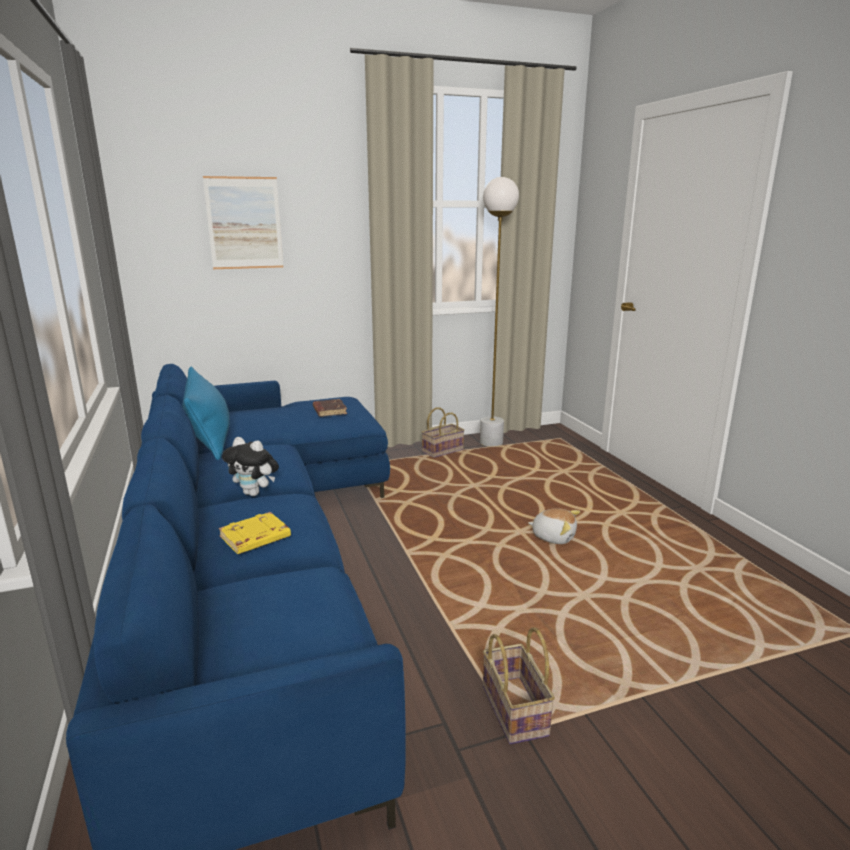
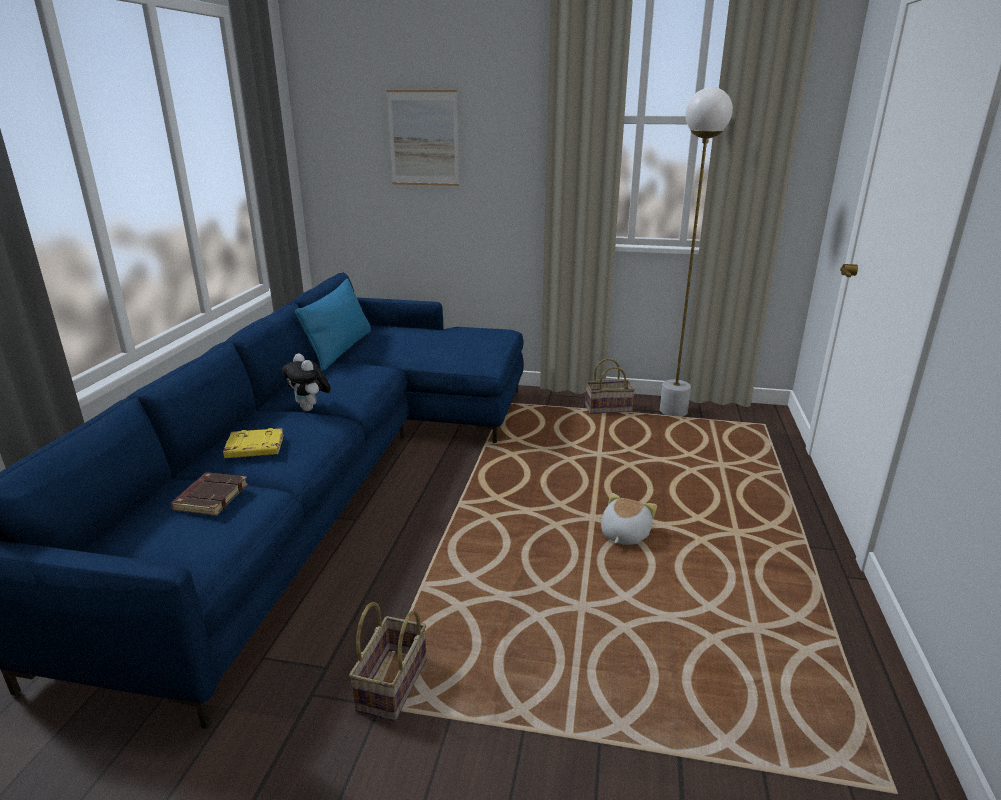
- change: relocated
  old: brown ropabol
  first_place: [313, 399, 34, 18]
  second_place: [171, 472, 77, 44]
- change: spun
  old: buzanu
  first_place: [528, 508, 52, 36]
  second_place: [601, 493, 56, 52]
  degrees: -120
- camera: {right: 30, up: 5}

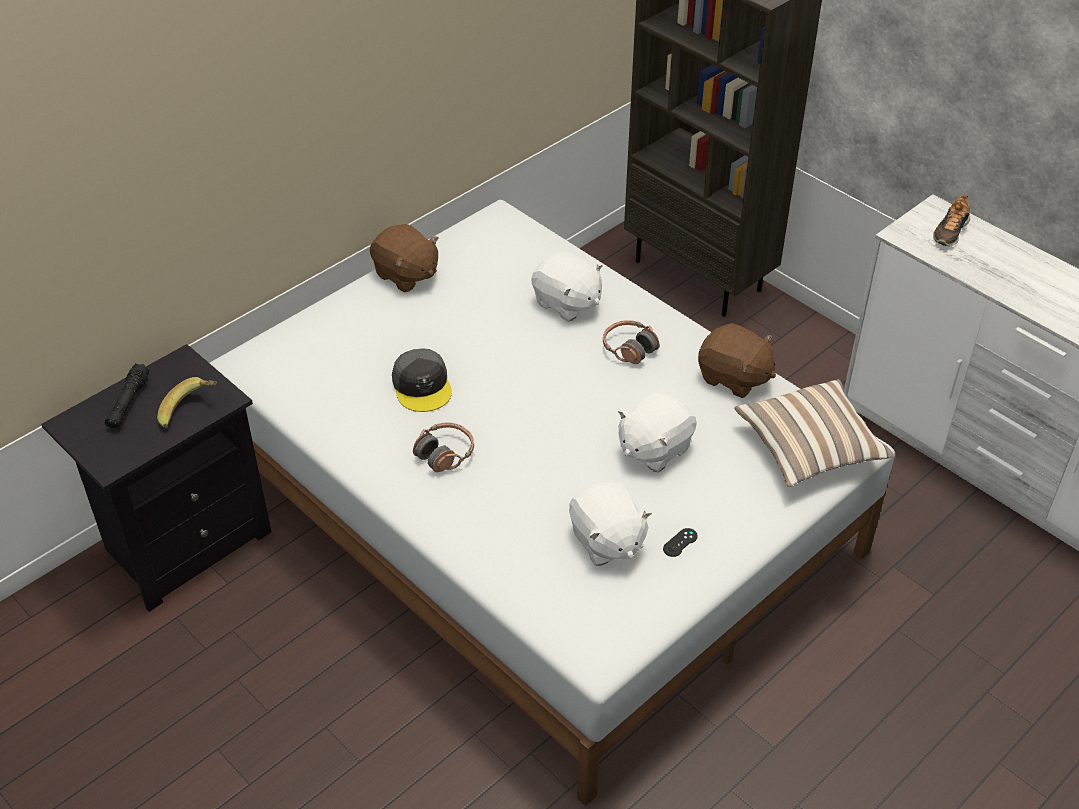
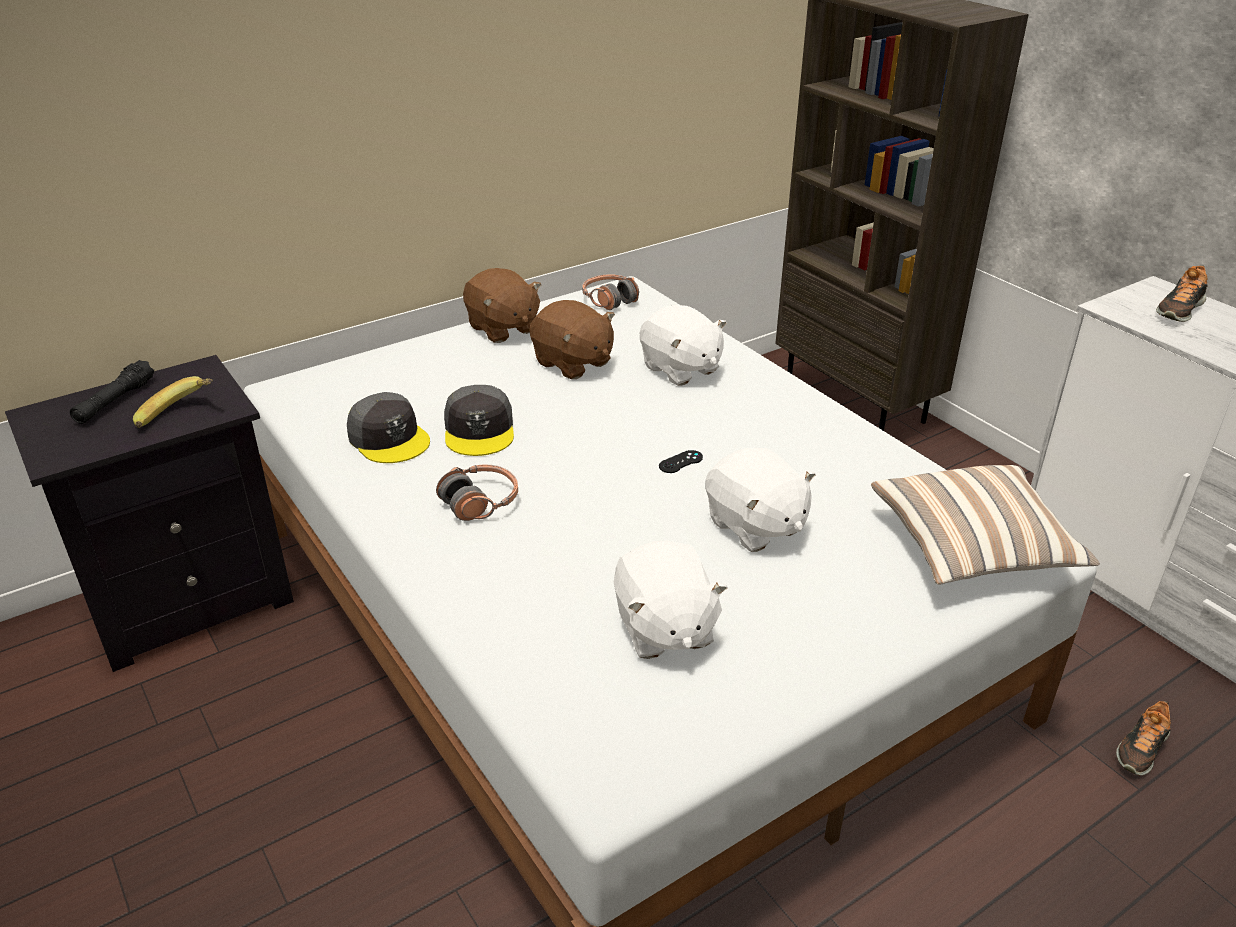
- change: relocated
  old: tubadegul
  first_place: [603, 320, 57, 44]
  second_place: [582, 274, 57, 36]
- change: relocated
  old: brown buzanu
  first_place: [698, 323, 78, 75]
  second_place: [529, 300, 86, 79]
- change: spun
  old: white buzanu
  first_place: [618, 392, 79, 81]
  second_place: [705, 448, 111, 104]
  degrees: -90
- change: relocated
  old: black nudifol
  first_place: [663, 528, 35, 29]
  second_place: [659, 450, 44, 23]
- change: appeared
  new: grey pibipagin
  second_place: [347, 392, 83, 71]
- change: appeared
  new: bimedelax
  second_place: [1116, 701, 55, 74]
- camera: {right: 10, up: -10}

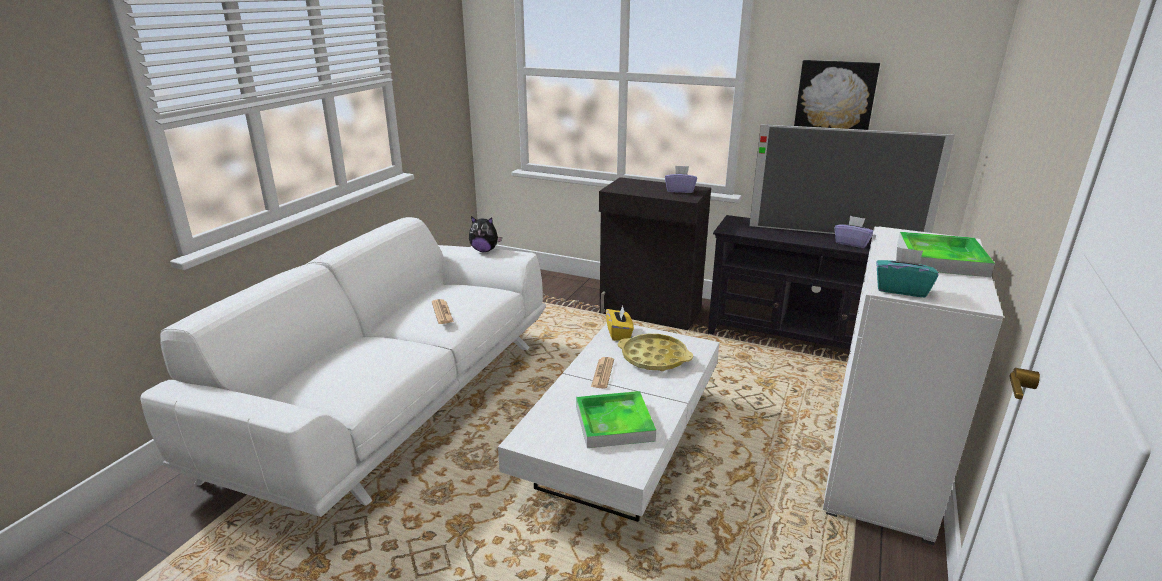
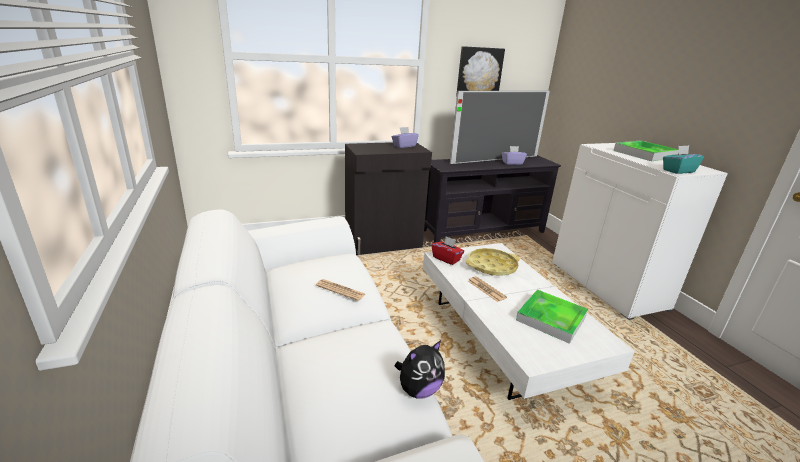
- change: relocated
  old: buzanu
  first_place: [469, 216, 33, 36]
  second_place: [395, 340, 50, 58]
- change: colour
  old: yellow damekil
  new: red damekil
  first_place: [606, 306, 28, 35]
  second_place: [431, 236, 33, 29]
- camera: {right: -45, up: 0}

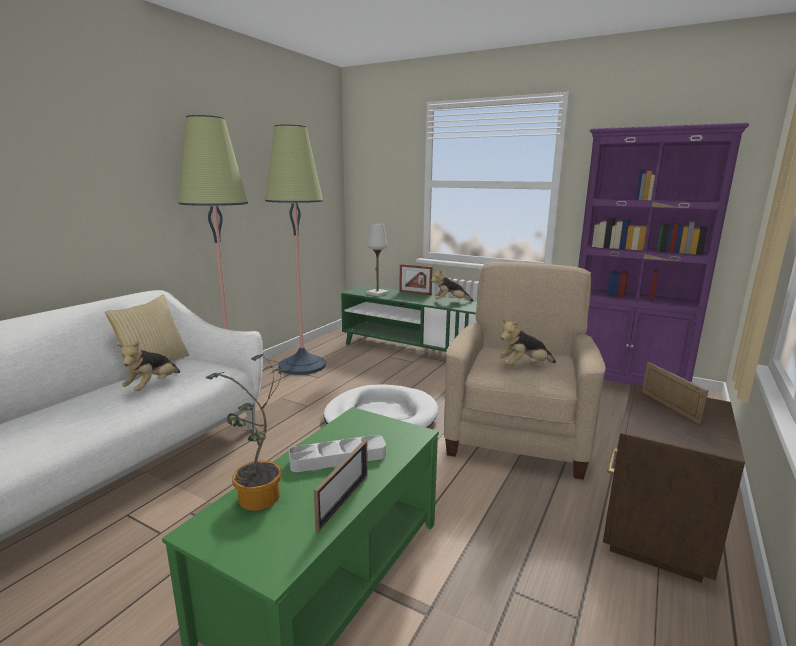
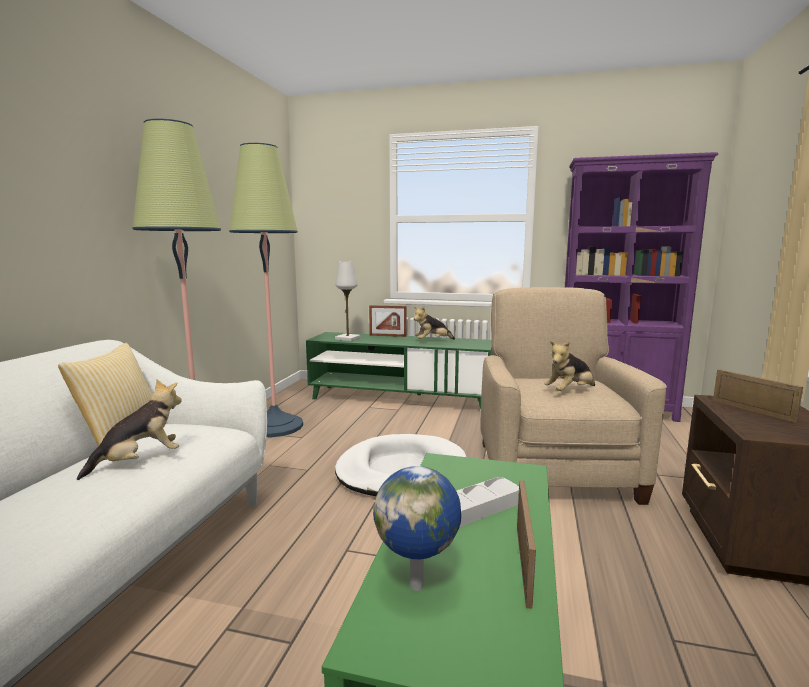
- change: spun
  old: buzanu
  first_place: [117, 341, 63, 50]
  second_place: [77, 380, 105, 100]
  degrees: -135
- change: exchanged
  old: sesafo
  new: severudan
  first_place: [206, 354, 83, 157]
  second_place: [373, 466, 88, 125]
- camera: {right: -15, up: -5}

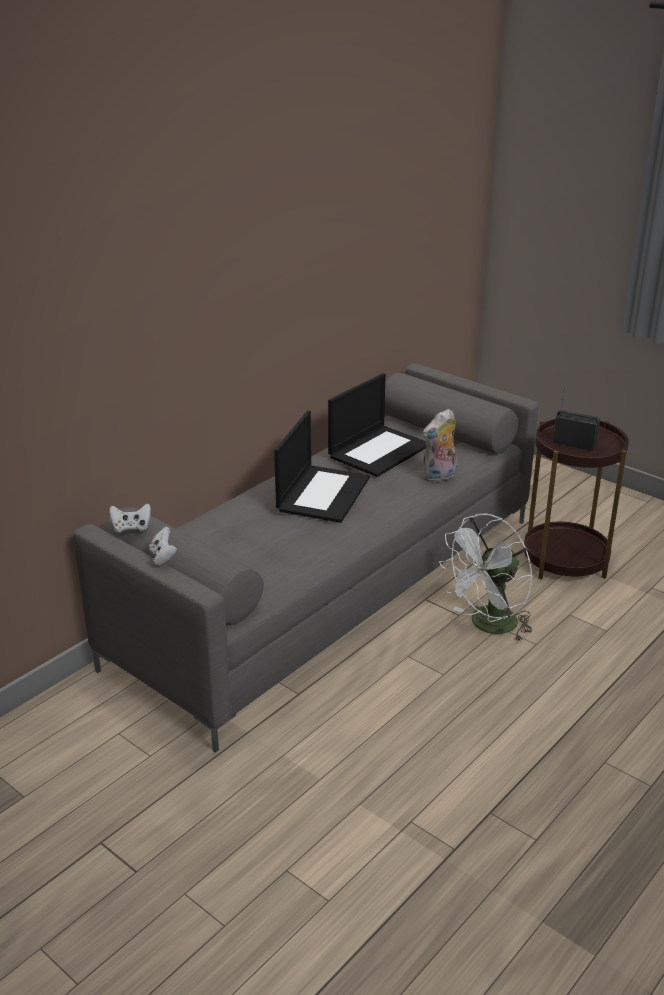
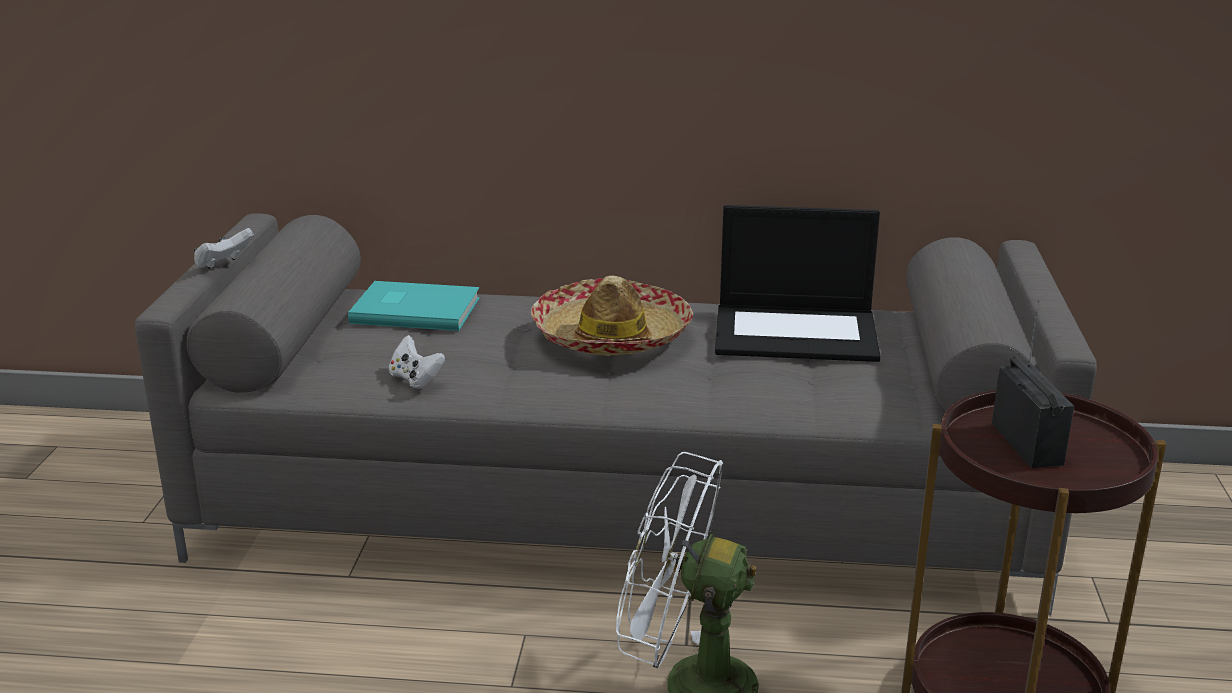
- change: missing
  old: buzanu
  first_place: [423, 409, 34, 74]
- change: exchanged
  old: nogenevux
  new: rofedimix
  first_place: [274, 411, 96, 112]
  second_place: [531, 276, 162, 80]
- change: relocated
  old: white nudifol
  first_place: [109, 503, 42, 29]
  second_place: [389, 335, 56, 54]
- change: appeared
  new: turquoise ropabol
  second_place: [348, 281, 132, 50]
- camera: {right: 55, up: -5}

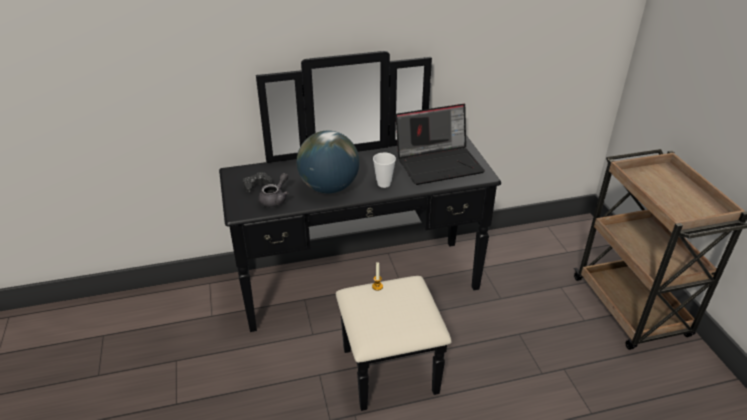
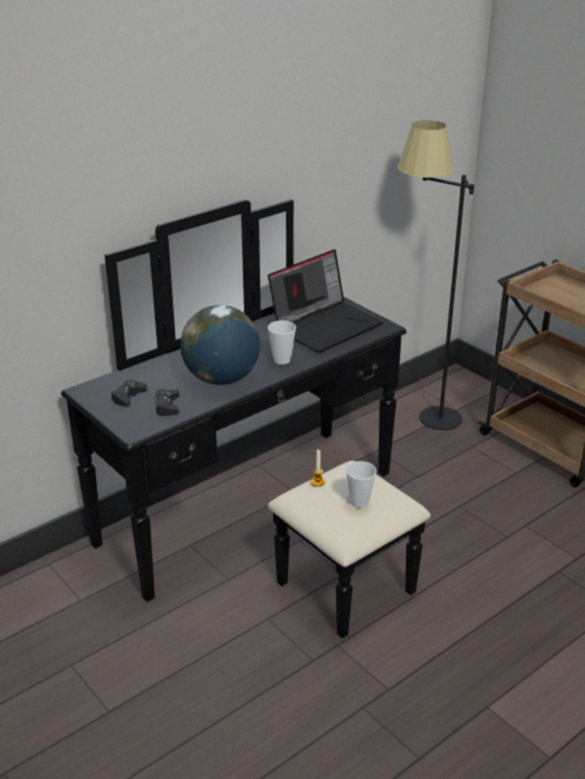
- change: exchanged
  old: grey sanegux
  new: black nudifol
  first_place: [258, 173, 30, 35]
  second_place: [155, 389, 24, 27]
- change: appeared
  new: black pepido
  second_place: [398, 120, 76, 310]
- change: appeared
  new: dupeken
  second_place: [346, 461, 30, 47]
- camera: {right: -25, up: -5}

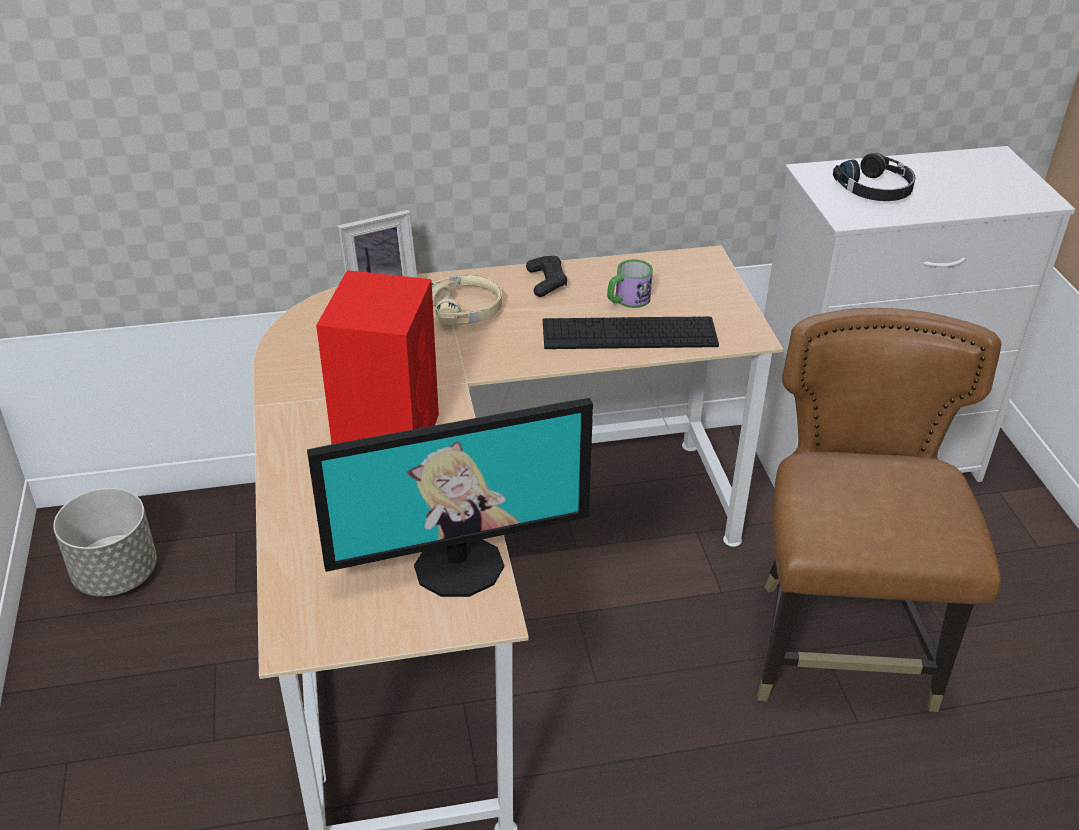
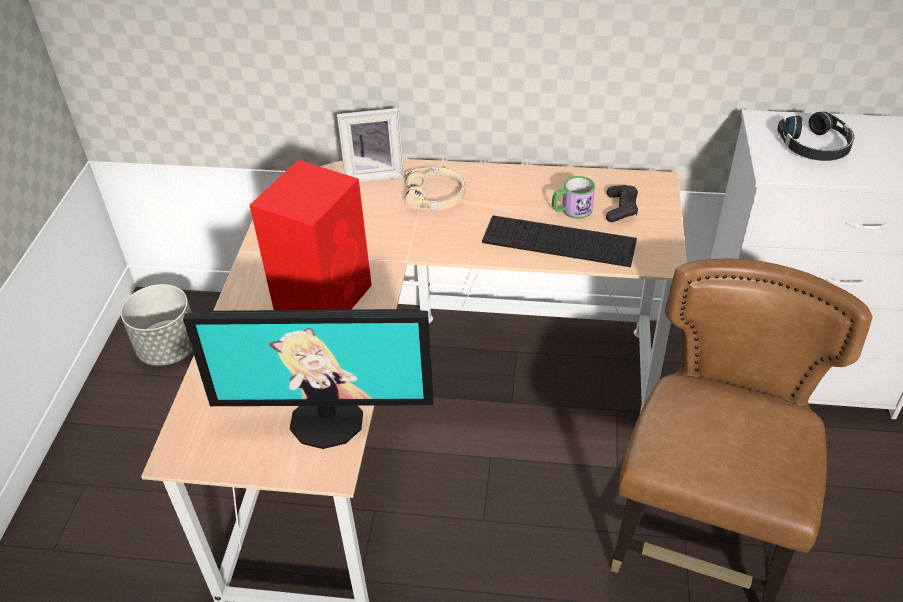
- change: relocated
  old: black nudifol
  first_place: [526, 256, 41, 41]
  second_place: [606, 185, 32, 37]
- camera: {right: 20, up: 5}

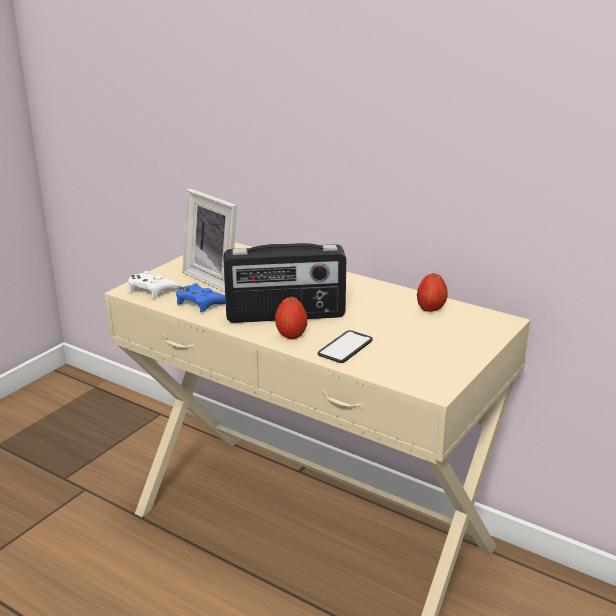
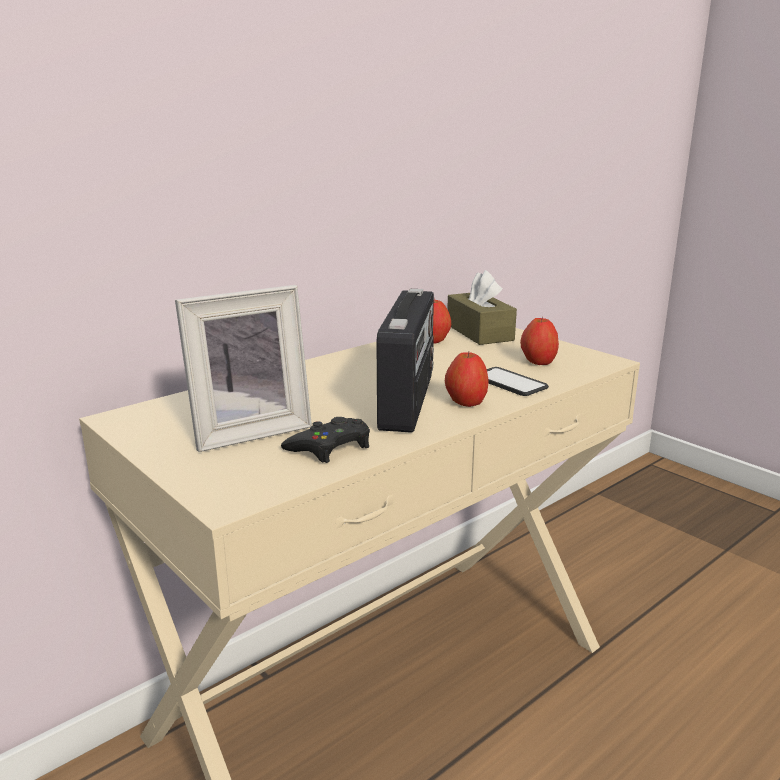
- change: missing
  old: white nudifol
  first_place: [128, 271, 54, 27]
- change: colour
  old: blue nudifol
  new: black nudifol
  first_place: [176, 283, 50, 29]
  second_place: [281, 417, 89, 46]
- change: appeared
  new: brown damekil
  second_place: [447, 270, 70, 75]
- change: appeared
  new: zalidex
  second_place: [520, 317, 39, 48]
- camera: {right: -75, up: -5}

